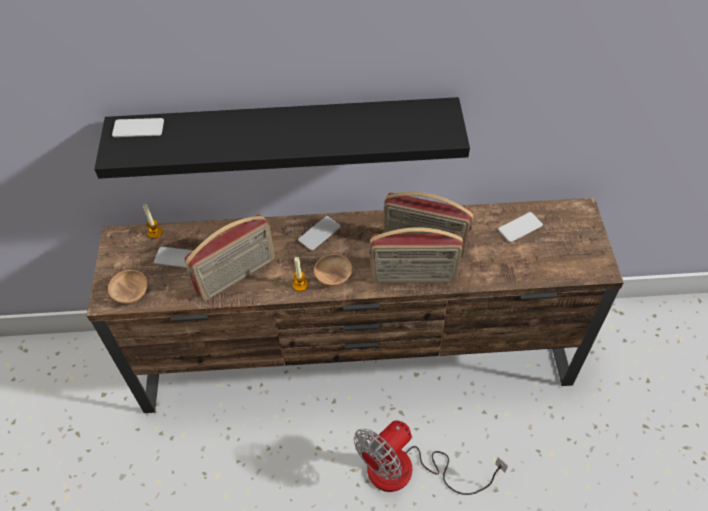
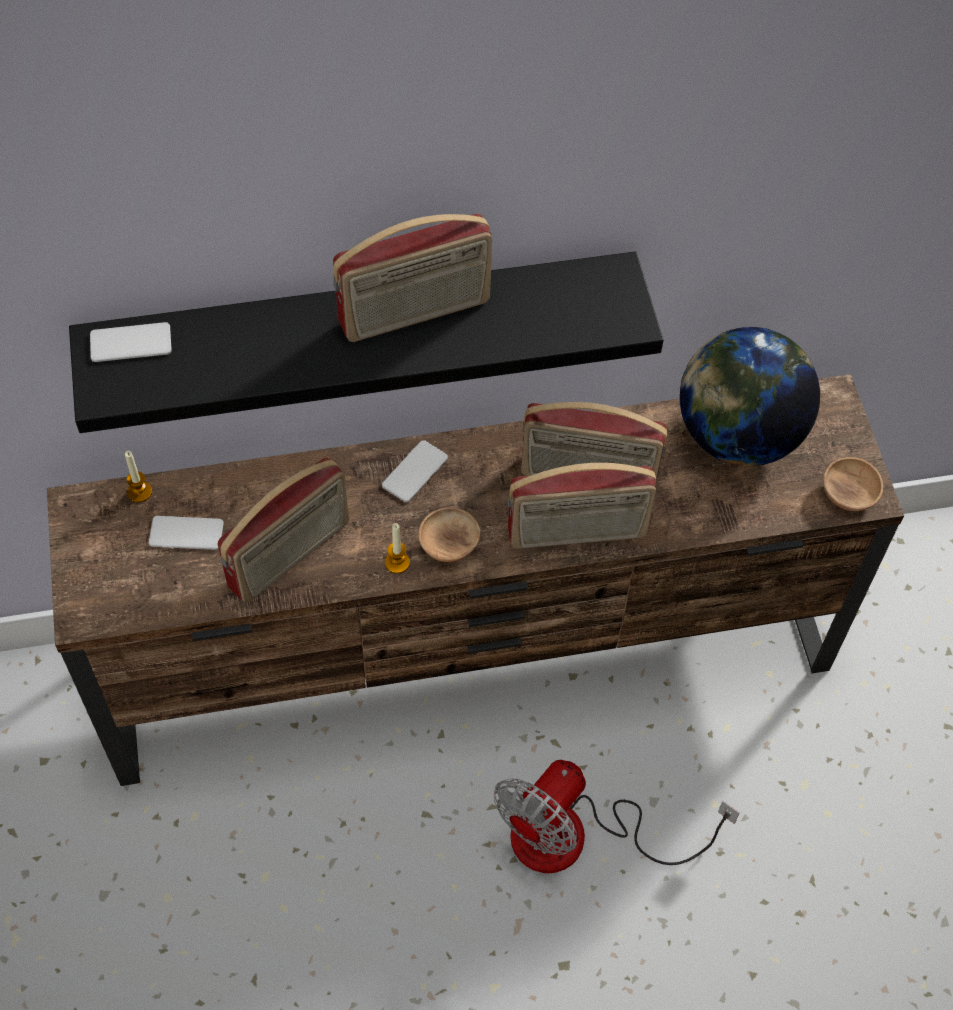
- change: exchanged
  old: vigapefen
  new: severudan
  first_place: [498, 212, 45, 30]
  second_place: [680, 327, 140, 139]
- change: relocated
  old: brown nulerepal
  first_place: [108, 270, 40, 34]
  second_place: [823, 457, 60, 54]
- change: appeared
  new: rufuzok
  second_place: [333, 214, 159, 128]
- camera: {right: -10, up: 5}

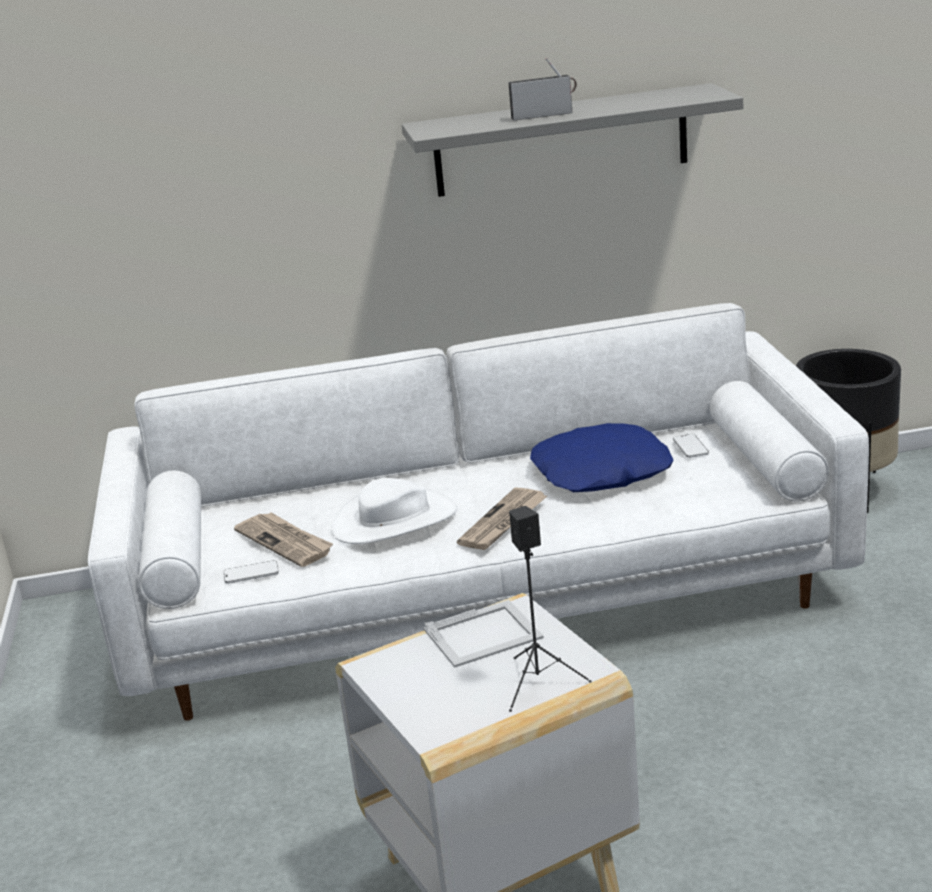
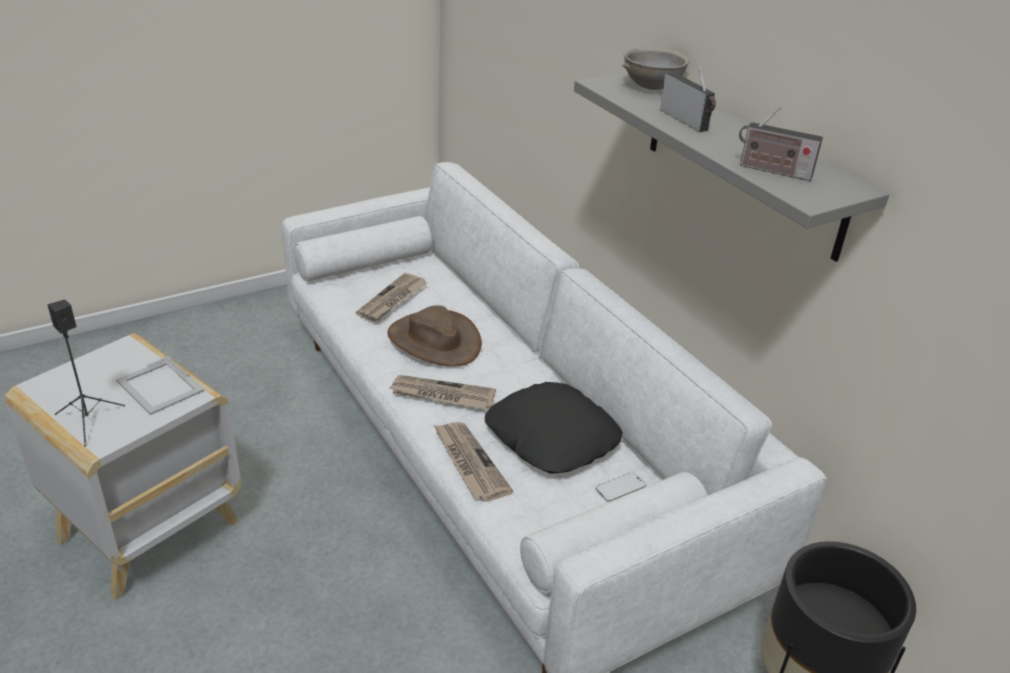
- change: colour
  old: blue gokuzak
  new: black gokuzak
  first_place: [530, 423, 144, 69]
  second_place: [485, 382, 138, 92]
- change: colour
  old: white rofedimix
  new: brown rofedimix
  first_place: [332, 478, 125, 66]
  second_place: [387, 305, 95, 62]
- change: missing
  old: vigapefen
  first_place: [224, 560, 55, 24]
- change: appeared
  new: grey nulerepal
  second_place: [622, 48, 67, 42]
- change: appeared
  new: rufuzok
  second_place: [739, 107, 84, 74]
- change: appeared
  new: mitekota
  second_place: [434, 422, 79, 80]
- camera: {right: 65, up: 10}

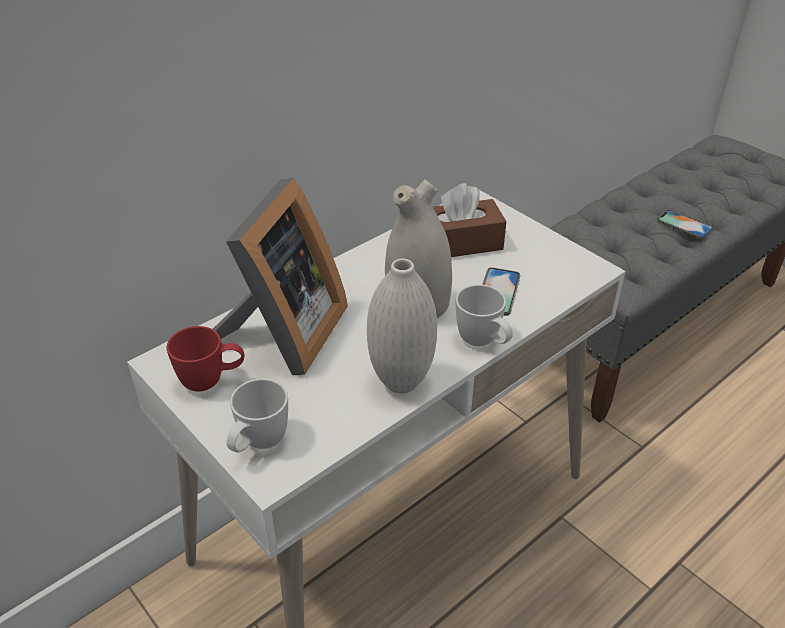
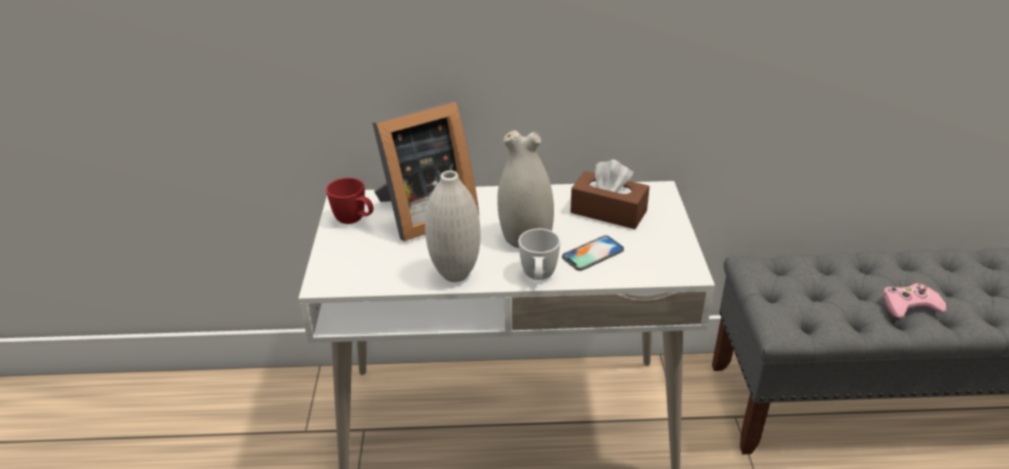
- change: exchanged
  old: vigapefen
  new: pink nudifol
  first_place: [657, 210, 56, 29]
  second_place: [883, 283, 64, 35]
- change: missing
  old: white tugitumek
  first_place: [227, 379, 61, 73]
- camera: {right: 40, up: -5}

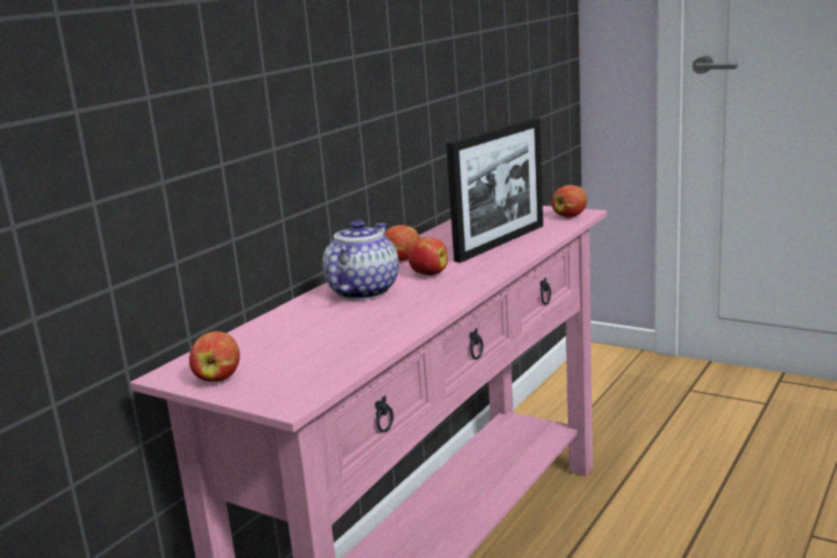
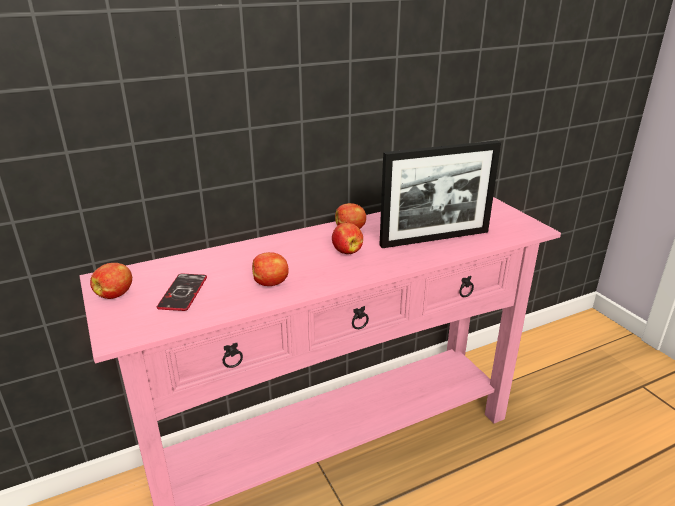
- change: relocated
  old: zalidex
  first_place: [552, 185, 35, 32]
  second_place: [252, 252, 37, 34]
- change: missing
  old: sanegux
  first_place: [322, 220, 77, 80]
- change: appeared
  new: vigapefen
  second_place: [157, 274, 50, 37]
- camera: {right: 30, up: 10}

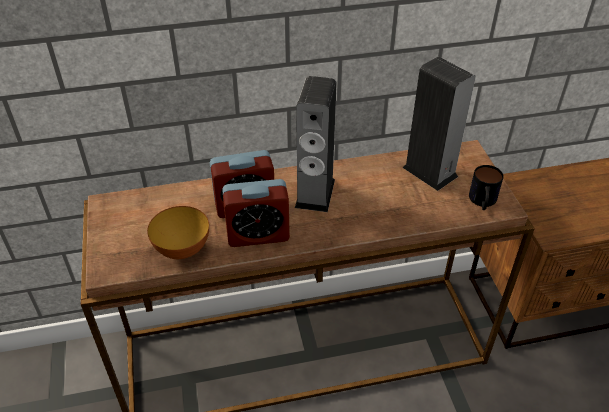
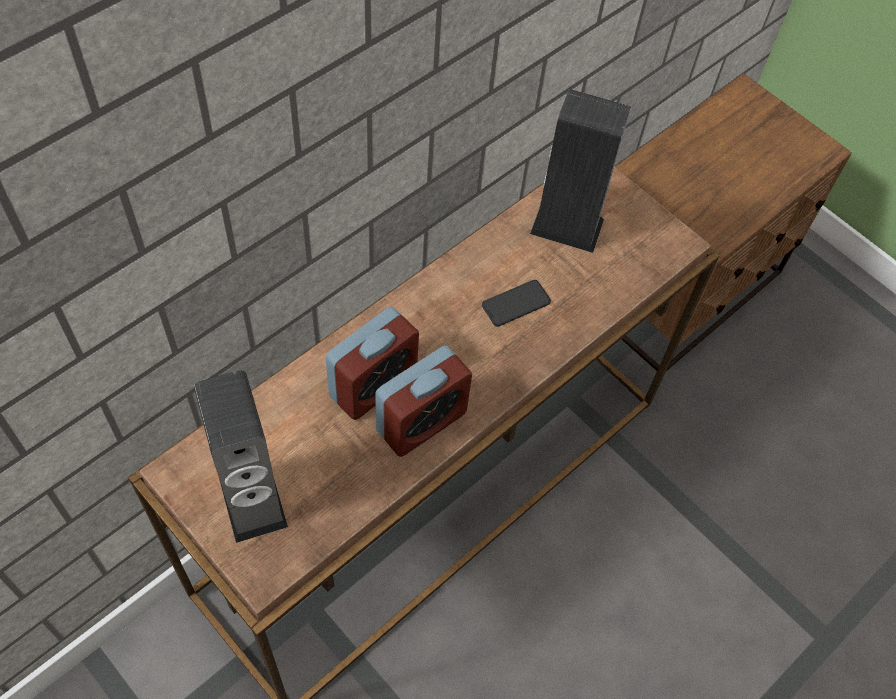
- change: relocated
  old: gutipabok
  first_place: [295, 76, 42, 136]
  second_place: [194, 370, 94, 173]
- change: missing
  old: tugitumek
  first_place: [469, 165, 35, 45]
- change: missing
  old: nulerepal
  first_place: [147, 206, 62, 53]
- change: appeared
  new: vigapefen
  second_place: [482, 280, 69, 46]
- camera: {right: -35, up: 15}

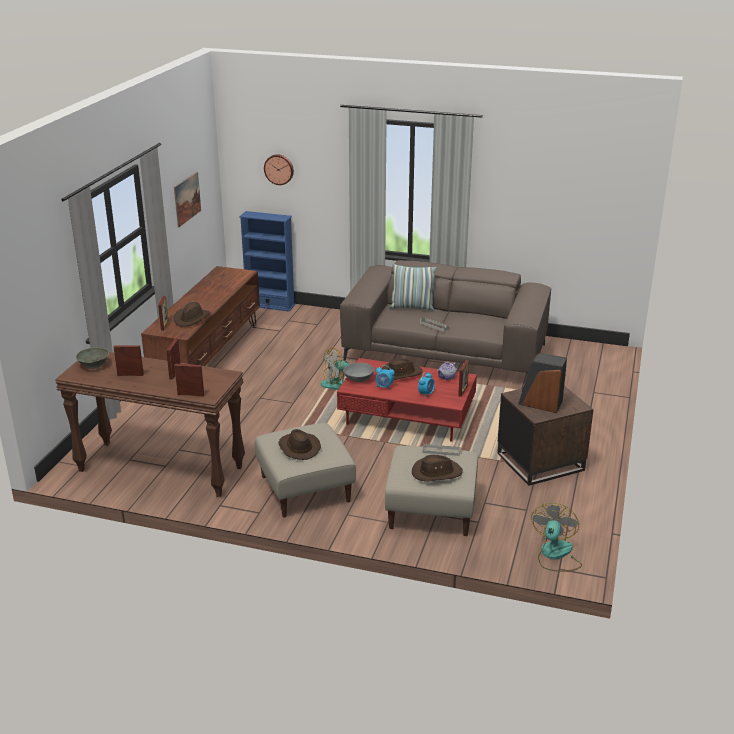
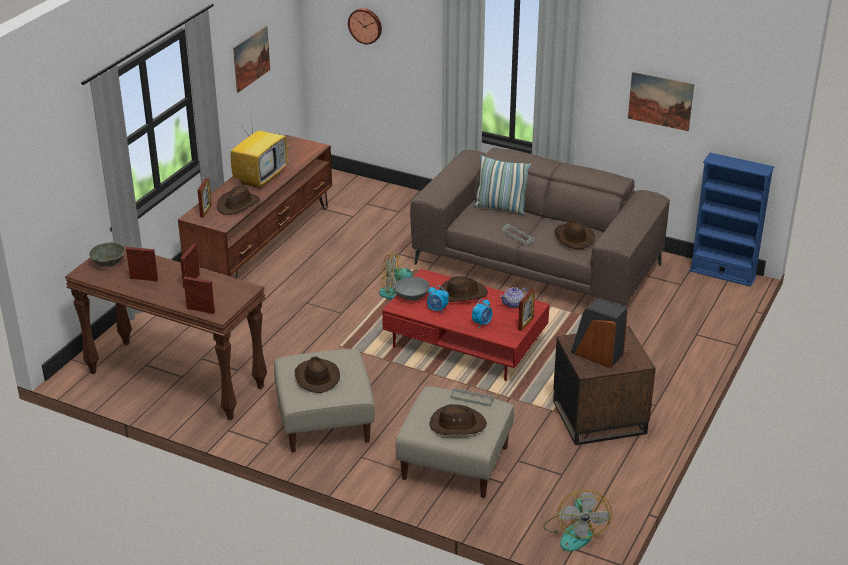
- change: relocated
  old: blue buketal
  first_place: [239, 211, 56, 101]
  second_place: [689, 153, 85, 134]
- change: spun
  old: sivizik
  first_place: [531, 503, 51, 69]
  second_place: [543, 490, 69, 61]
  degrees: 150
- change: appeared
  new: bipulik
  second_place: [628, 72, 66, 59]
- change: appeared
  new: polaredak
  second_place: [231, 116, 56, 73]
- change: appeared
  new: brown rofedimix
  second_place: [554, 220, 41, 29]
- camera: {right: 10, up: 5}

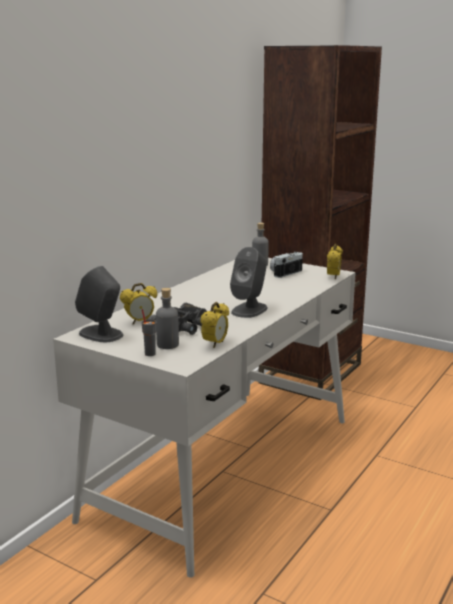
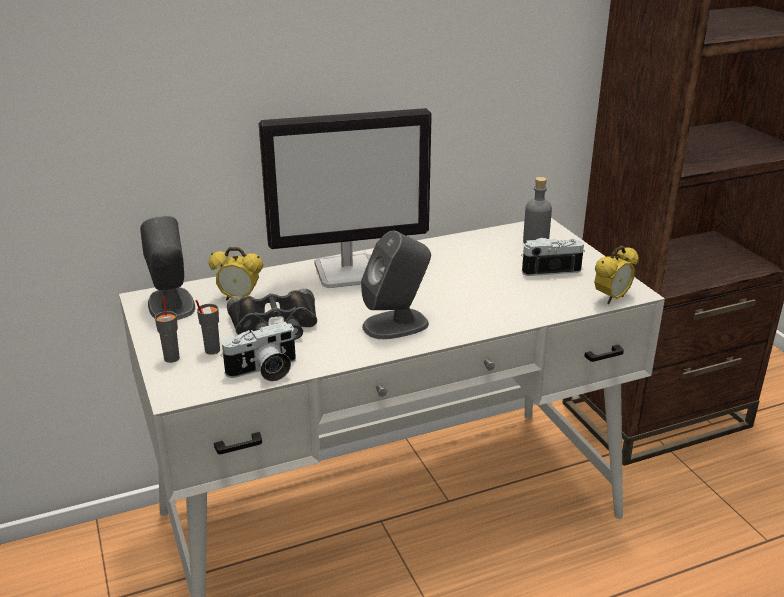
- change: exchanged
  old: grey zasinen
  new: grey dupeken
  first_place: [156, 288, 23, 61]
  second_place: [195, 300, 25, 55]
- change: exchanged
  old: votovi
  new: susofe
  first_place: [201, 302, 28, 46]
  second_place: [220, 322, 76, 60]
- change: appeared
  new: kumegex
  second_place: [259, 108, 173, 180]
- camera: {right: 35, up: 10}

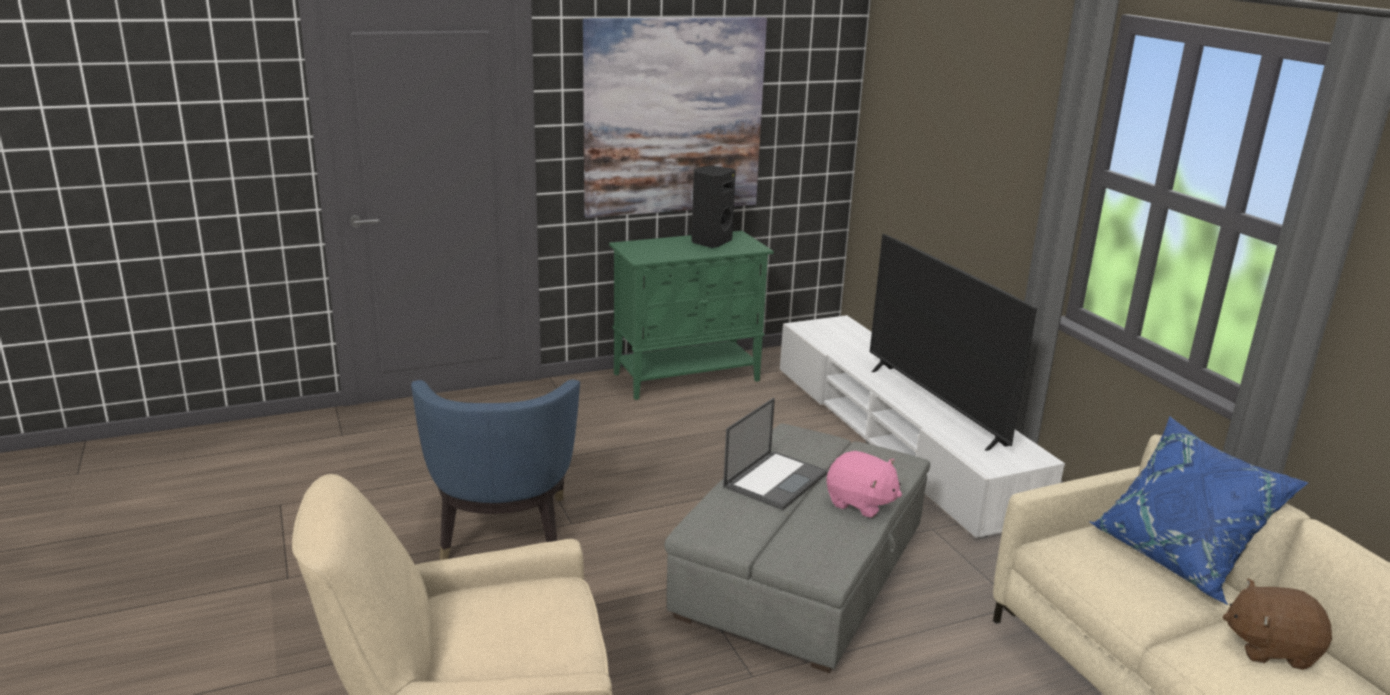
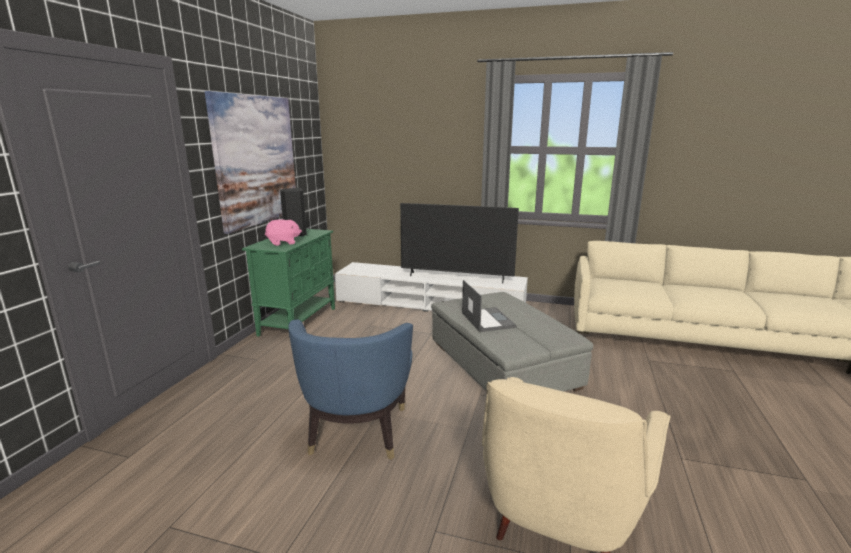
- change: spun
  old: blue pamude
  first_place: [411, 379, 169, 181]
  second_place: [288, 319, 125, 141]
  degrees: 60
- change: missing
  old: blue gokuzak
  first_place: [1089, 417, 219, 188]
- change: relocated
  old: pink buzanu
  first_place: [826, 451, 76, 67]
  second_place: [265, 219, 37, 27]
- change: missing
  old: brown buzanu
  first_place: [1223, 578, 109, 92]
- camera: {right: -50, up: -5}

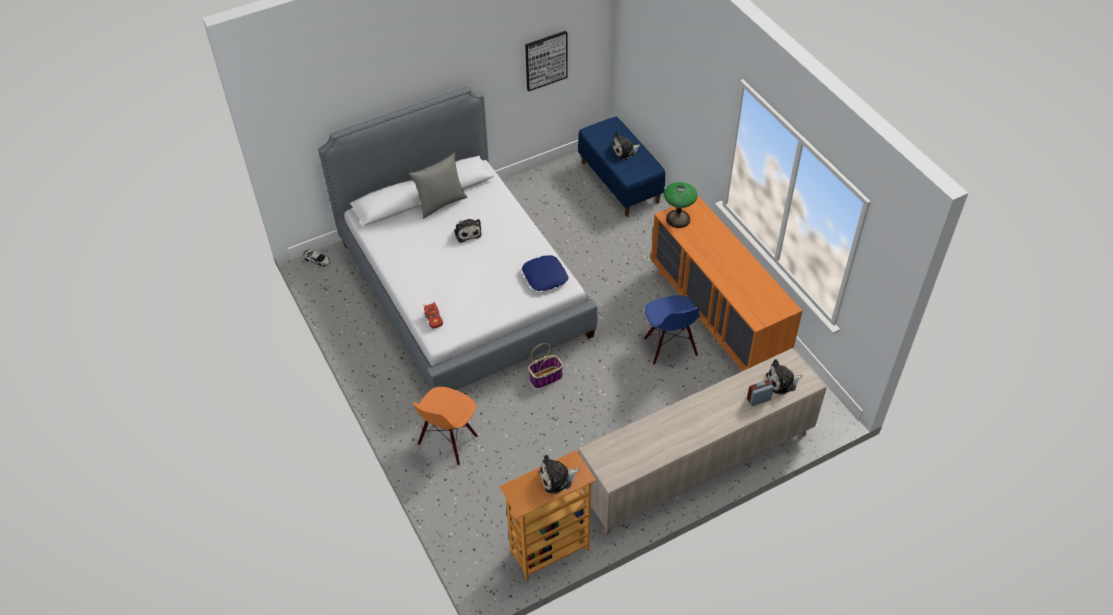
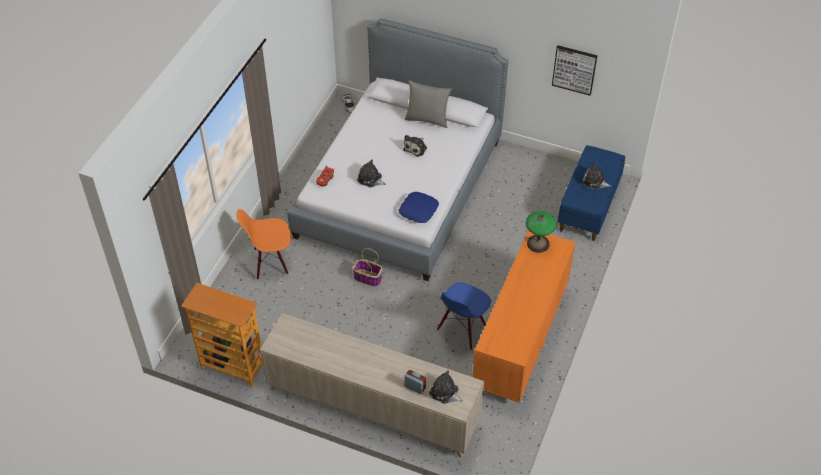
- change: relocated
  old: buzanu
  first_place: [539, 455, 41, 39]
  second_place: [357, 159, 29, 28]
- camera: {right: 50, up: 0}

